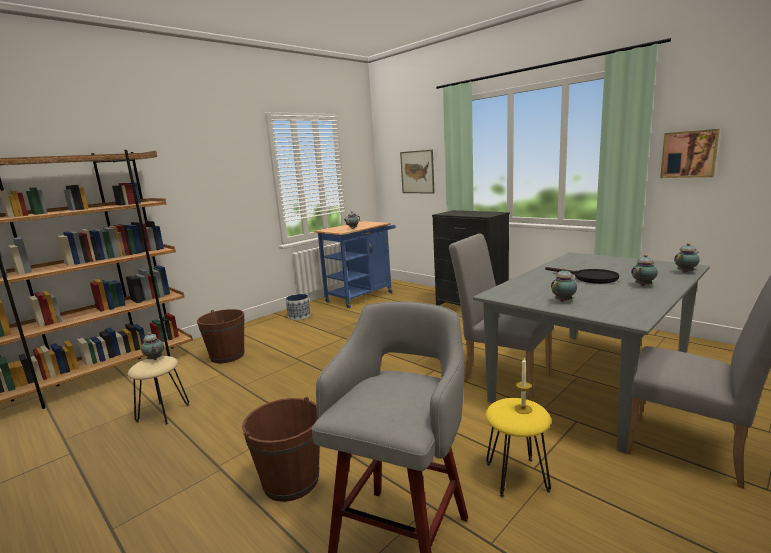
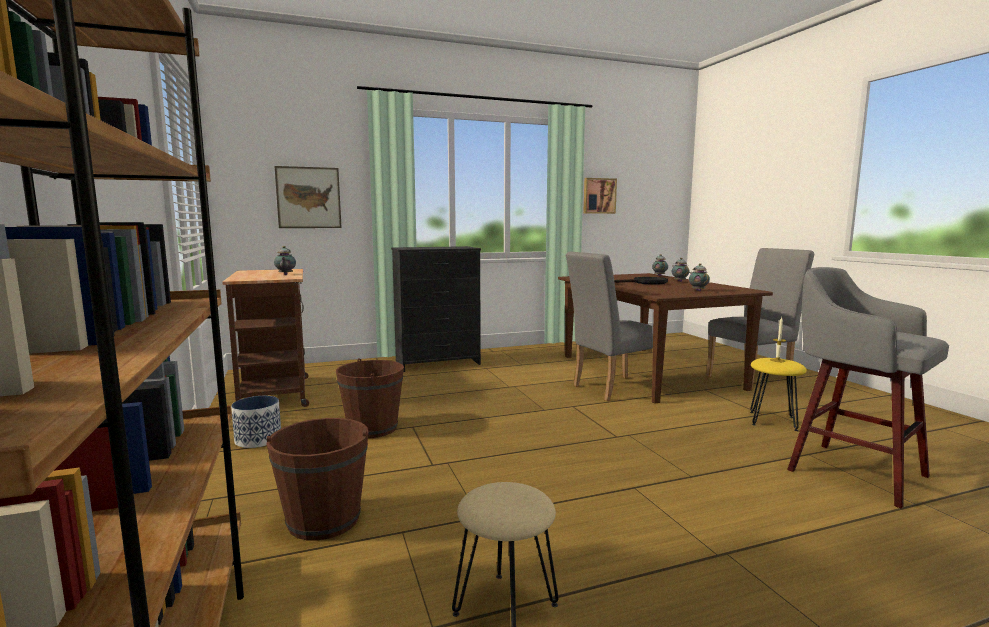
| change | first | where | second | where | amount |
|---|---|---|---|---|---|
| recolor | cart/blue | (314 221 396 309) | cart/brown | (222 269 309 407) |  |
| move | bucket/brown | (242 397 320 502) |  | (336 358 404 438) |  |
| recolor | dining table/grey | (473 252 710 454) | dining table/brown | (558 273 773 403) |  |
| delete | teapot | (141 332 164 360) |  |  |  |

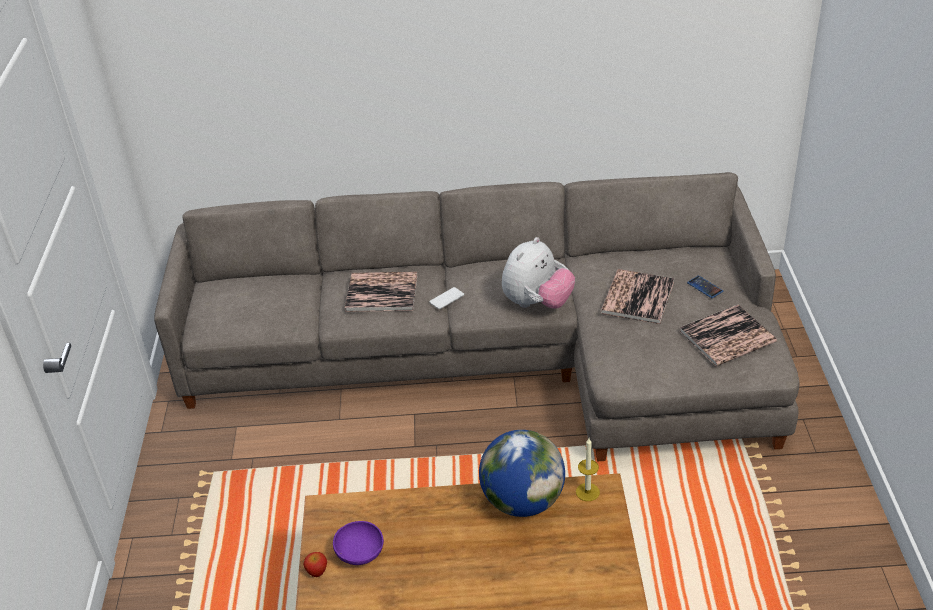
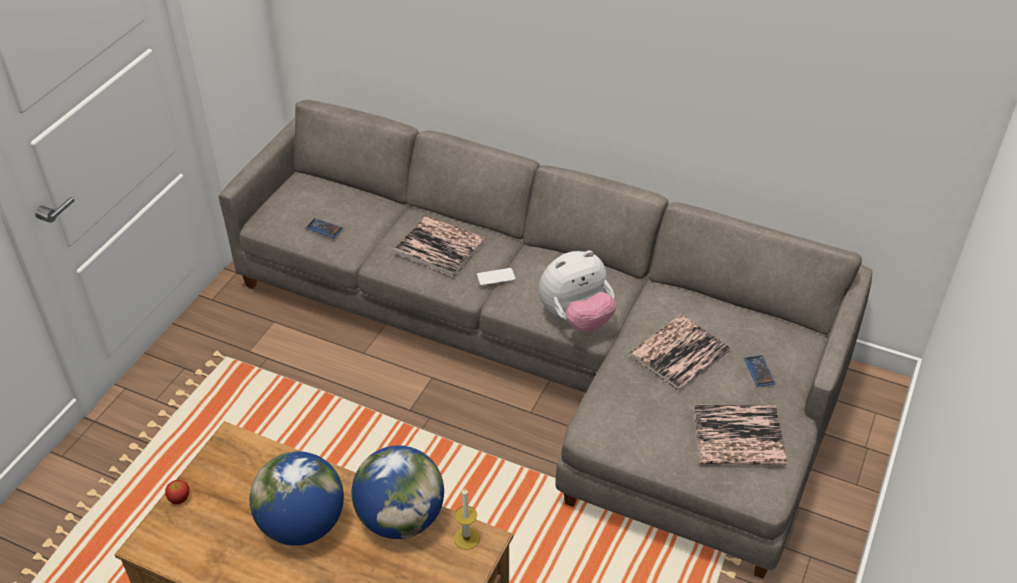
| change | first | where | second | where | amount |
|---|---|---|---|---|---|
| insert |  |  | globe | (250 451 344 546) |  |
| insert |  |  | phone | (305 218 343 238) |  |
| delete | bowl/purple | (333 521 384 565) |  |  |  |

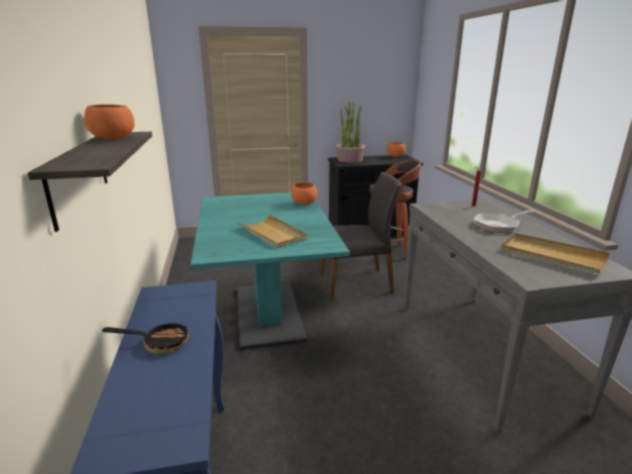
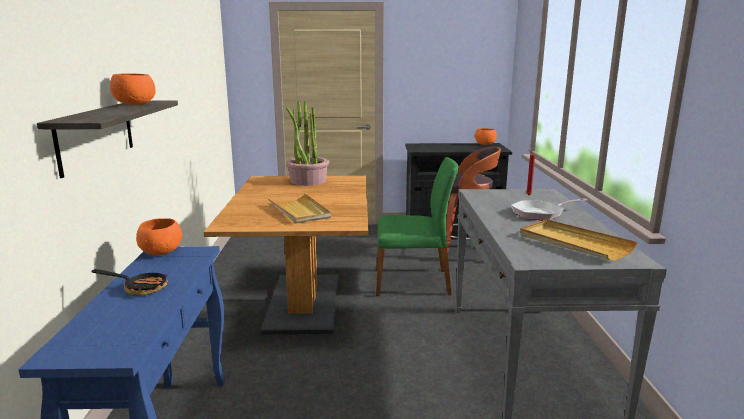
| change | first | where | second | where | amount |
|---|---|---|---|---|---|
| move | bowl/orange | (291 182 317 205) |  | (136 218 182 255) |  |
| recolor | dining table/turquoise | (191 192 350 350) | dining table/brown | (204 176 368 335) |  |
| move | potted plant | (335 102 366 163) |  | (286 101 329 186) |  |
| recolor | chair/grey | (320 172 402 300) | chair/green | (376 157 459 296) |  |

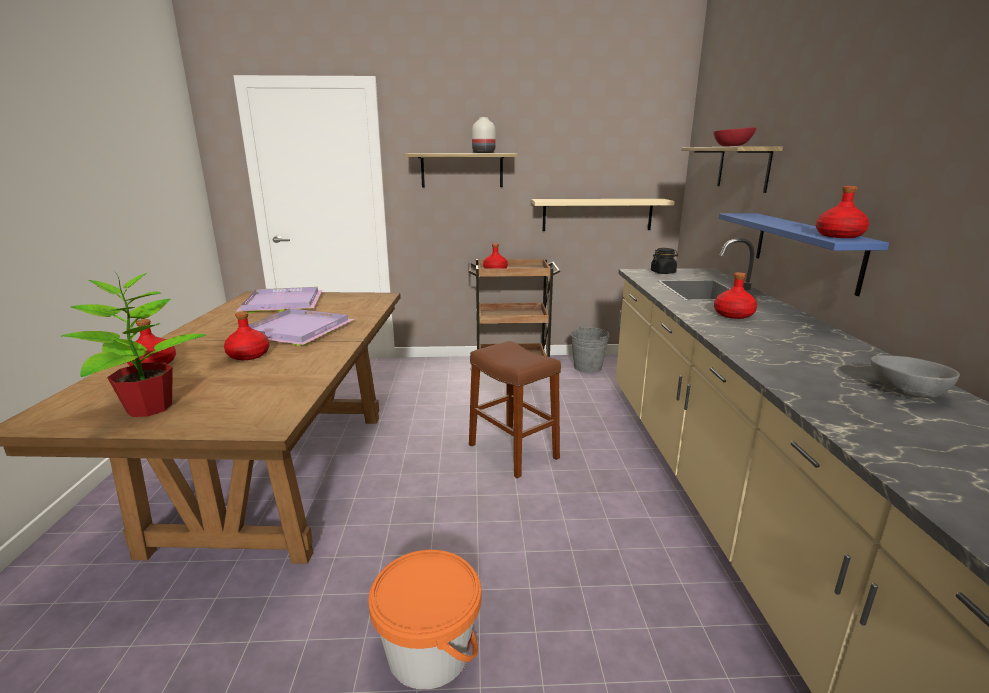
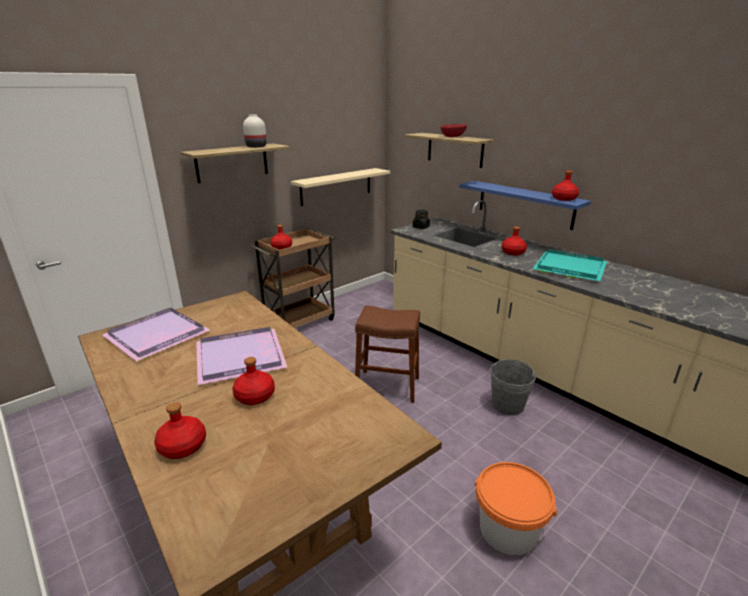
| change | first | where | second | where | amount |
|---|---|---|---|---|---|
| move | bucket/grey | (571 327 610 373) |  | (490 359 537 415) |  |
| insert |  |  | tray/turquoise | (533 249 607 281) |  |
| delete | potted plant | (62 271 207 417) |  |  |  |
| delete | bowl/grey | (871 355 960 398) |  |  |  |

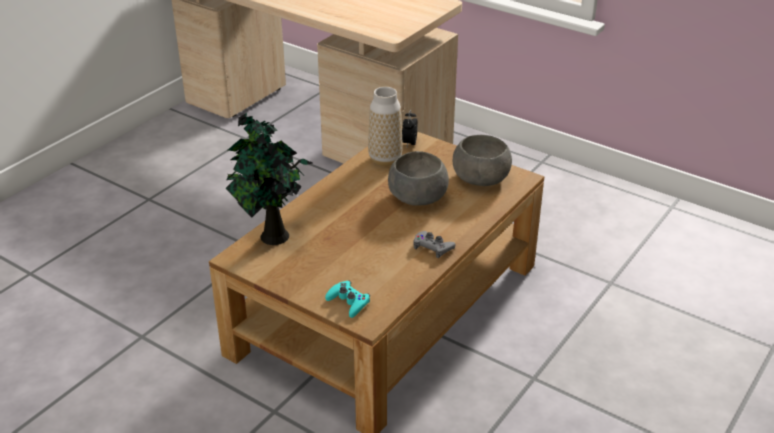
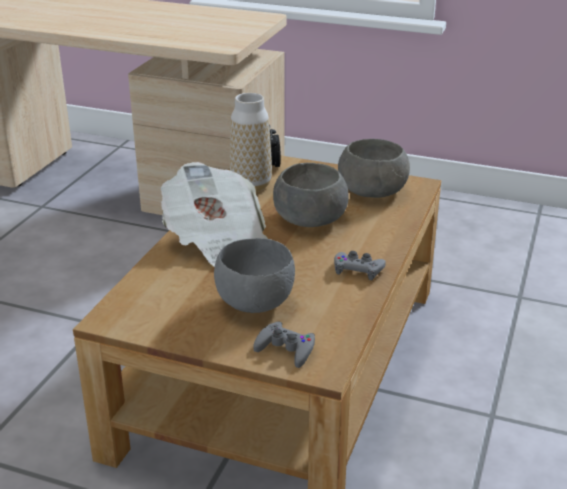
| change | first | where | second | where | amount |
|---|---|---|---|---|---|
| insert |  |  | newspaper | (161 162 268 267) |  |
| insert |  |  | bowl/grey | (214 238 295 313) |  |
| recolor | game controller/turquoise | (325 281 370 318) | game controller/grey | (254 321 315 368) |  |
| delete | potted plant | (226 113 312 245) |  |  |  |

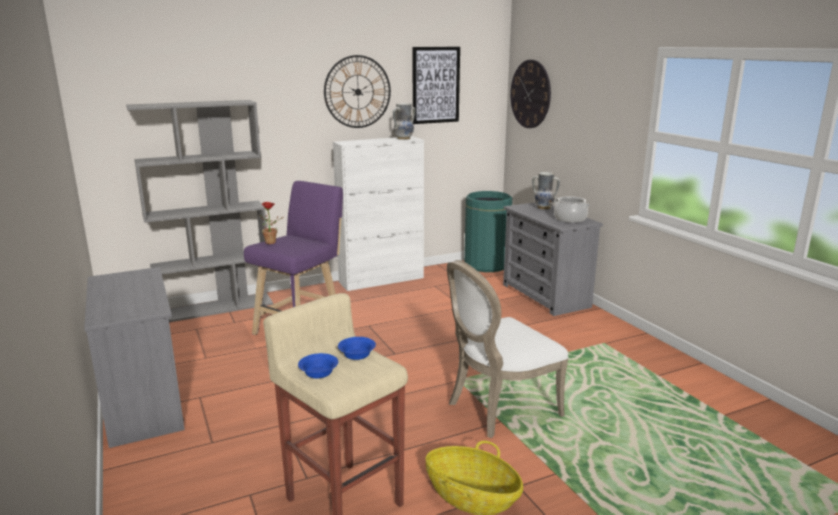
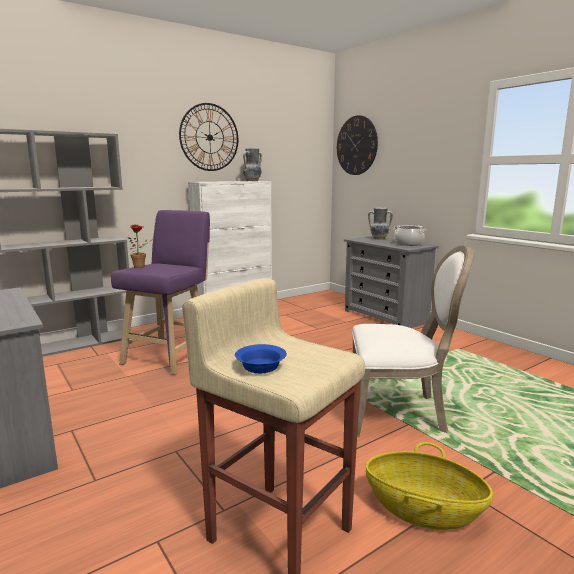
| change | first | where | second | where | amount |
|---|---|---|---|---|---|
| rotate | chair/white | (447 260 569 438) |  | (352 245 475 437) | 135 degrees counterclockwise |
| delete | bowl/blue | (338 337 376 360) |  |  |  |
| delete | picture | (413 47 460 124) |  |  |  |
| delete | trash can/green | (464 191 512 272) |  |  |  |

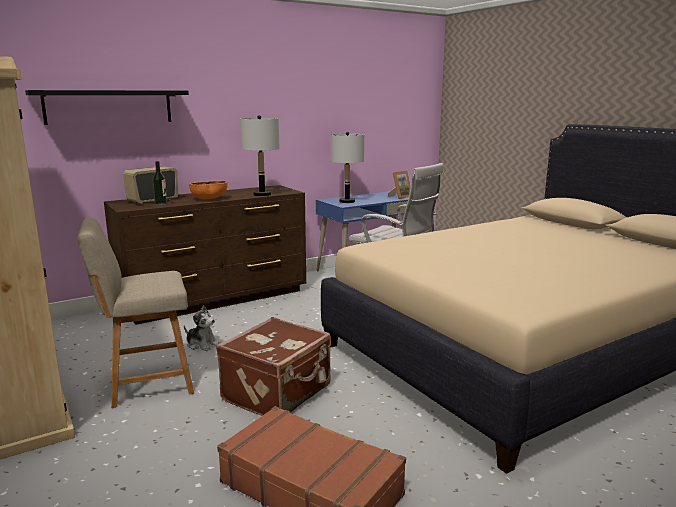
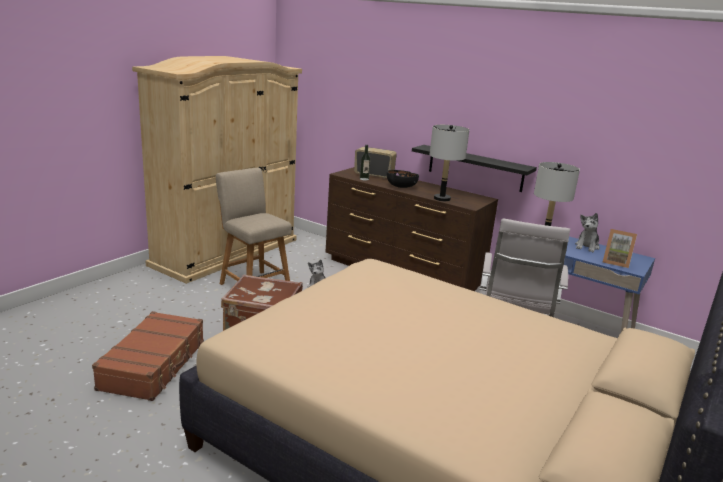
| change | first | where | second | where | amount |
|---|---|---|---|---|---|
| recolor | bowl/orange | (189 181 227 199) | bowl/black | (387 170 419 188) |  |
| move | shelf/black | (25 90 189 125) |  | (412 145 537 192) |  |
| insert |  |  | plush toy | (575 213 600 252) |  |

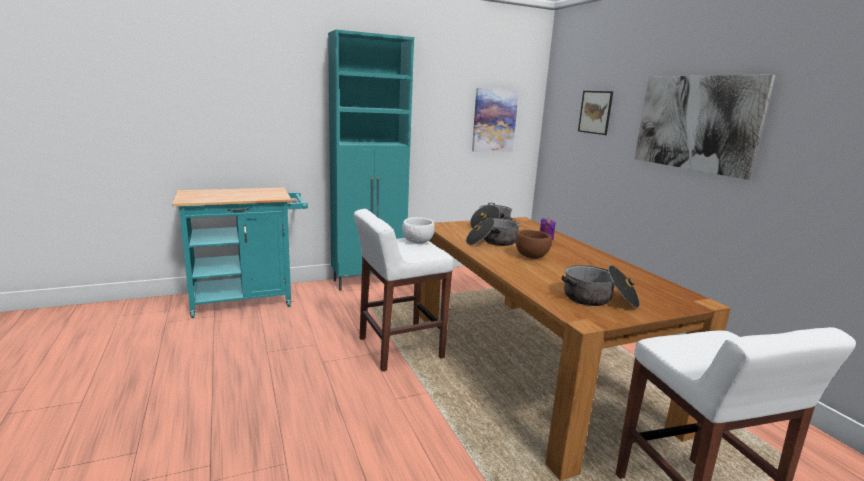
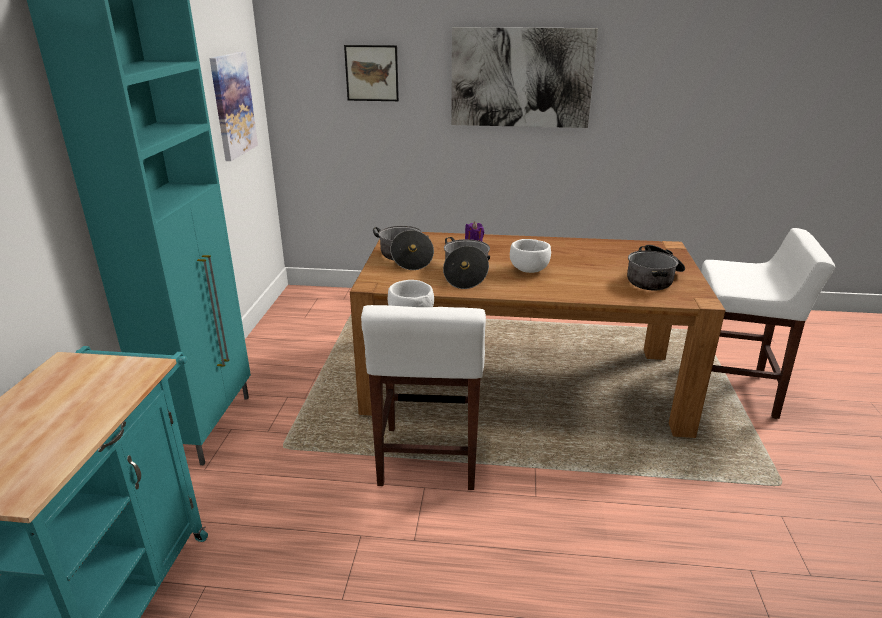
| change | first | where | second | where | amount |
|---|---|---|---|---|---|
| recolor | bowl/brown | (516 230 552 259) | bowl/white | (510 239 551 273) |  |

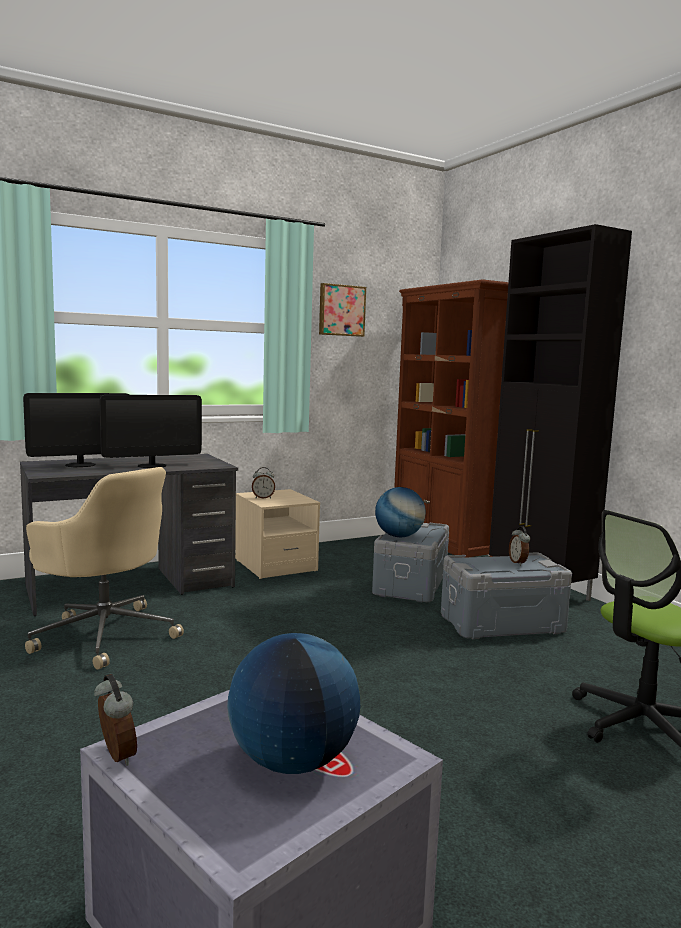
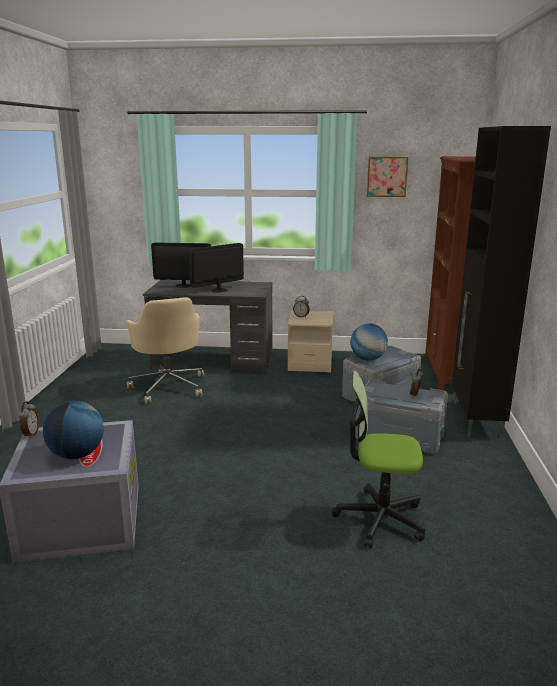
| change | first | where | second | where | amount |
|---|---|---|---|---|---|
| rotate | monitor | (99 395 202 468) |  | (189 243 244 293) | 135 degrees clockwise |

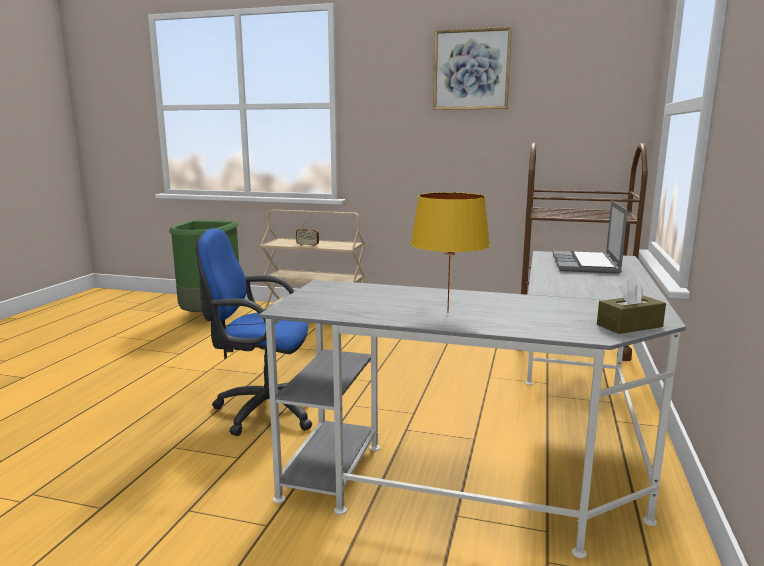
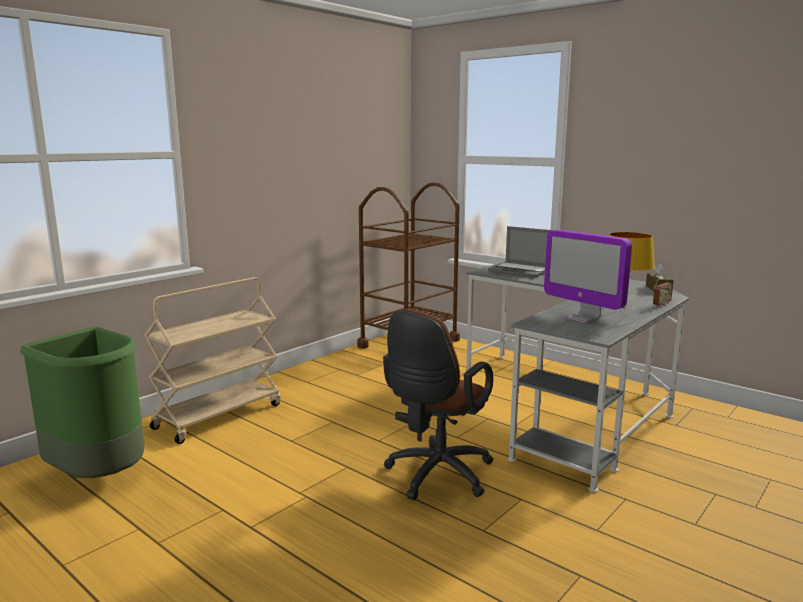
| change | first | where | second | where | amount |
|---|---|---|---|---|---|
| recolor | office chair/blue | (196 228 312 436) | office chair/brown | (383 309 494 500) |  |
| insert |  |  | monitor | (544 230 632 323) |  |
| move | radio | (296 217 319 247) |  | (653 269 673 307) |  |
| delete | picture | (433 27 512 110) |  |  |  |

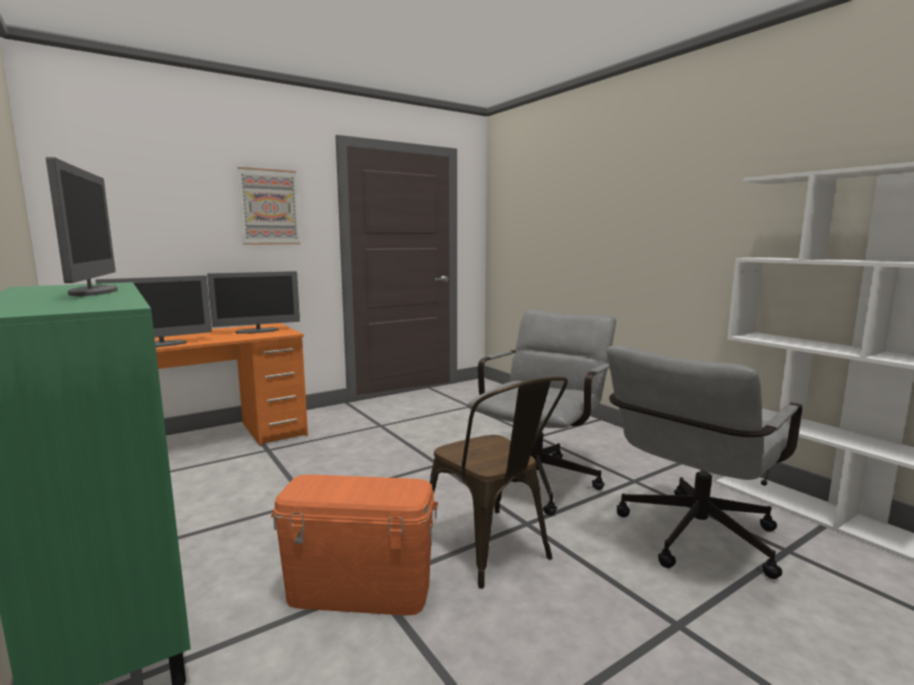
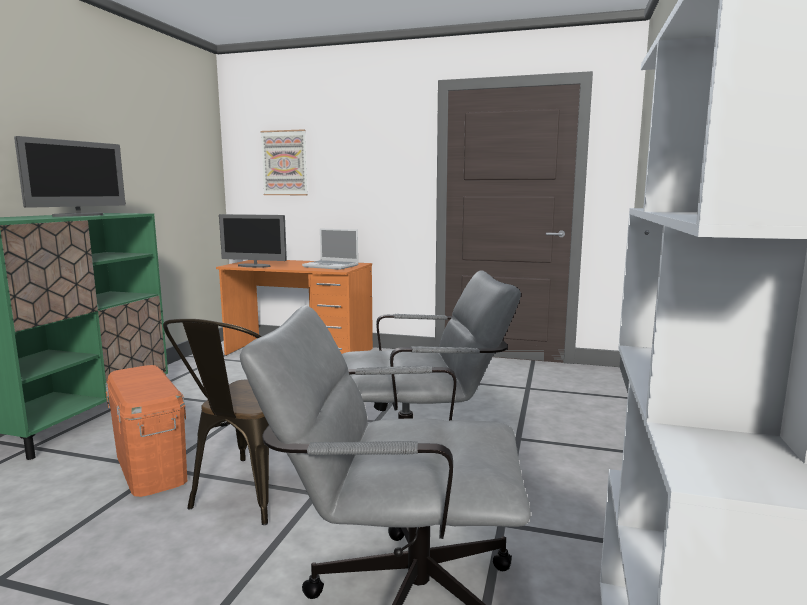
| change | first | where | second | where | amount |
|---|---|---|---|---|---|
| move | picture | (237 167 300 245) |  | (260 129 308 195) |  |
| replace | monitor | (207 271 300 334) | laptop | (302 228 359 270) |  |

